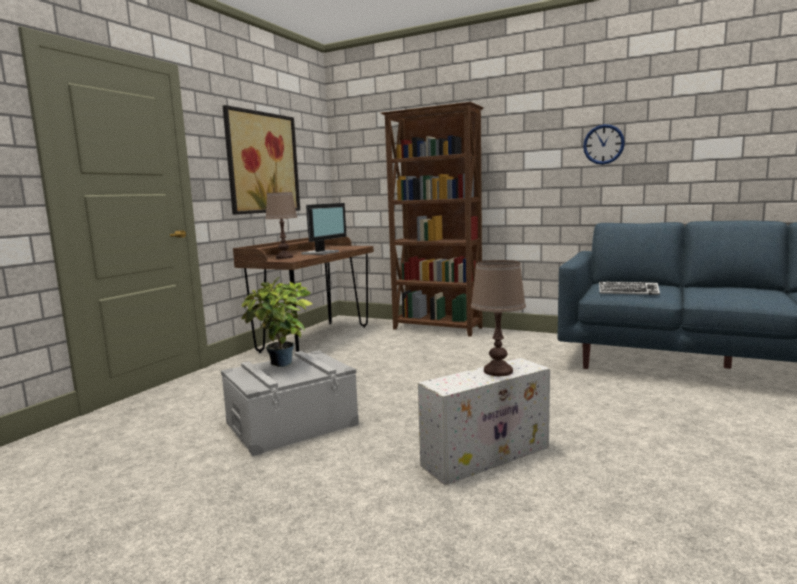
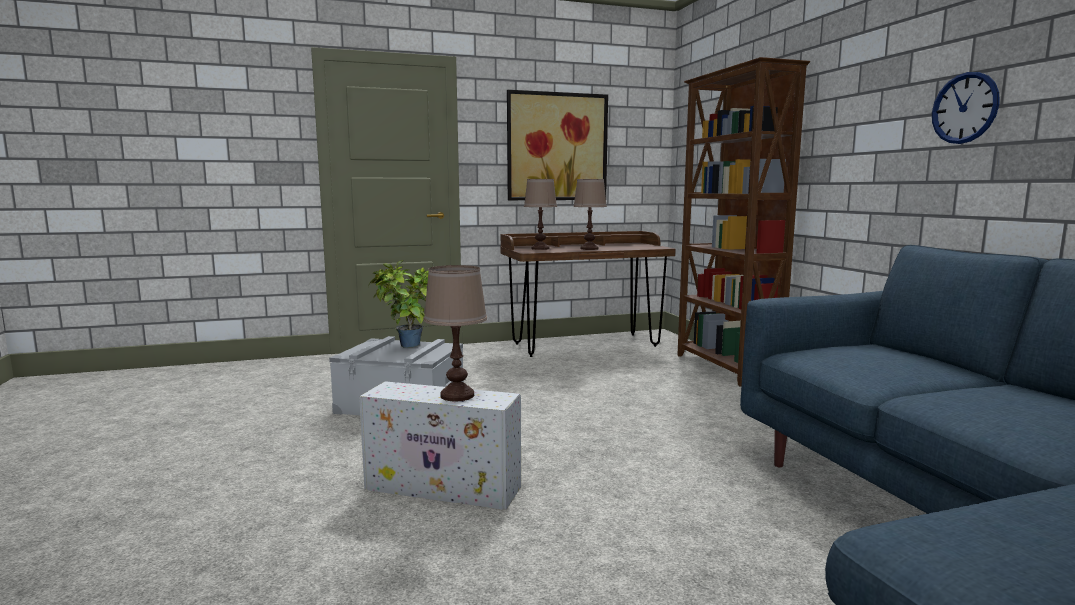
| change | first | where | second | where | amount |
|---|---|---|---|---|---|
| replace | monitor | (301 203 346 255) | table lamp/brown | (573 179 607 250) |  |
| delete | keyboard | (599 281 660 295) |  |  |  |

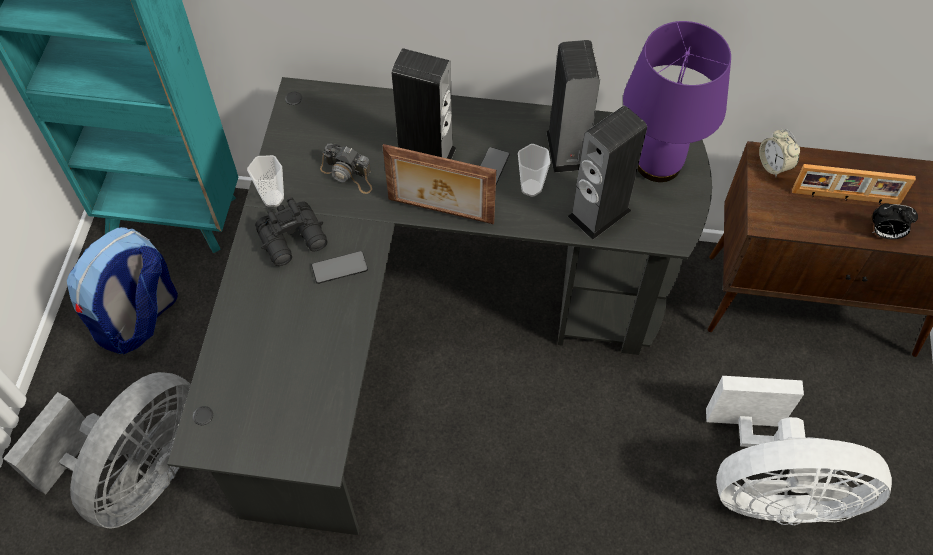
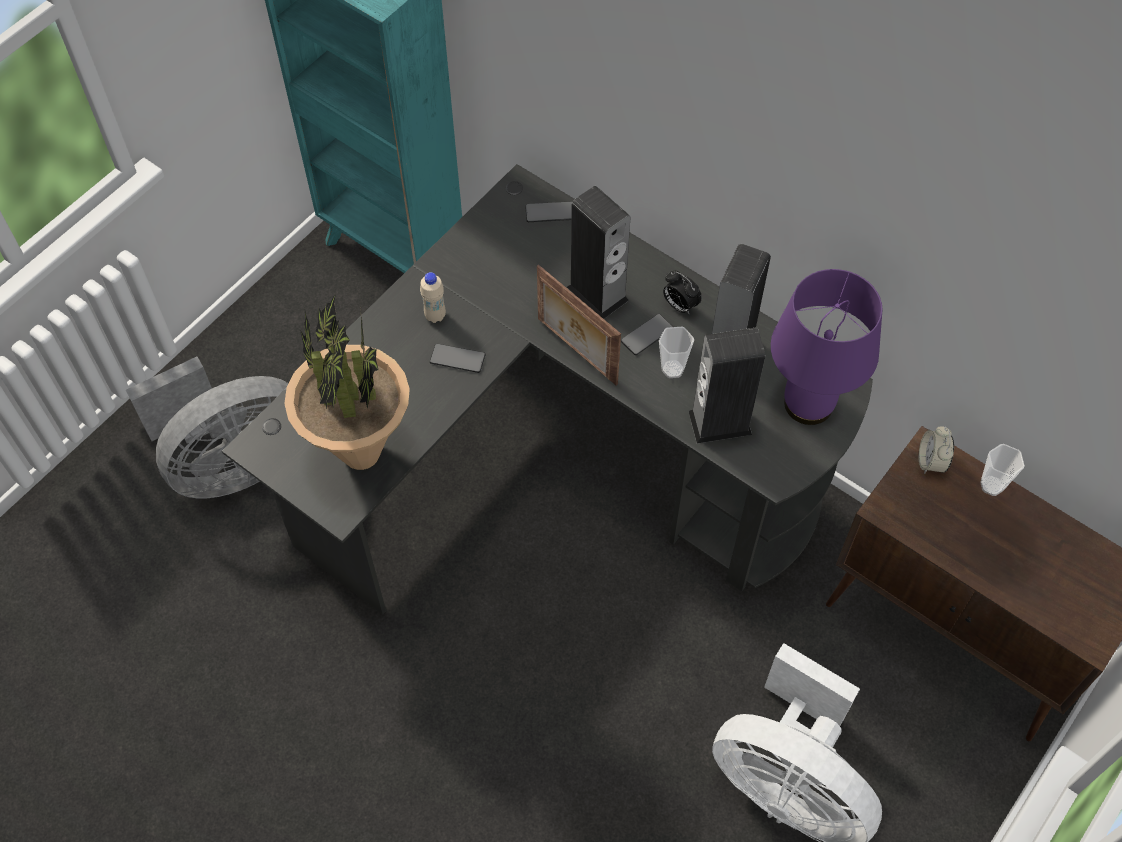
| change | first | where | second | where | amount |
|---|---|---|---|---|---|
| insert |  |  | potted plant | (284 293 410 470) |  |
| replace | binoculars/black | (255 197 328 266) | bottle/beige | (420 272 446 323) |  |
| insert |  |  | phone | (525 201 573 222) |  |
| move | alarm clock | (872 203 918 239) |  | (663 271 702 314) |  |
| move | cup | (247 155 284 207) |  | (980 444 1025 496) |  |
| delete | backpack | (67 227 178 354) |  |  |  |
| delete | photo camera | (320 143 372 194) |  |  |  |
| delete | picture frame | (792 164 916 205) |  |  |  |

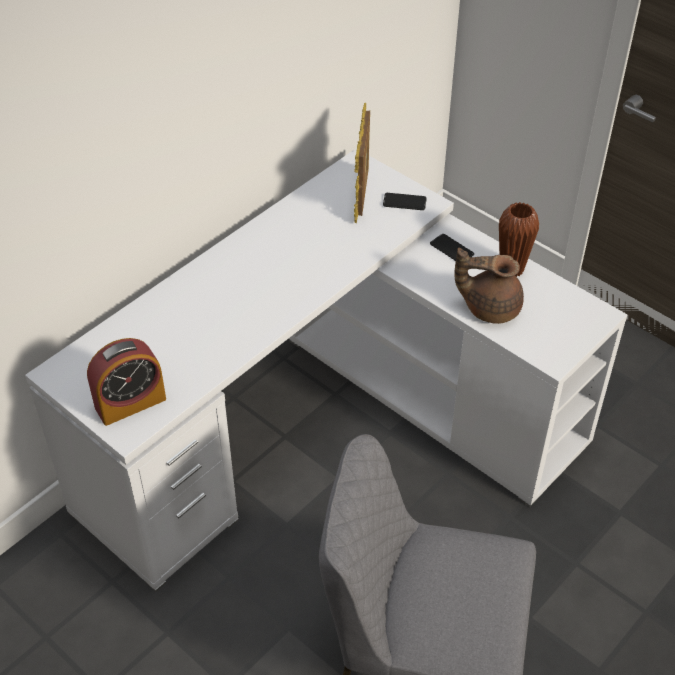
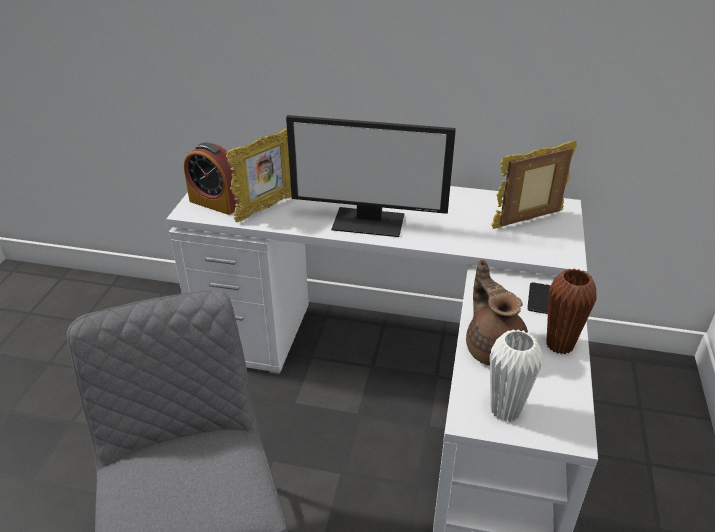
| change | first | where | second | where | amount |
|---|---|---|---|---|---|
| insert |  |  | picture frame | (226 128 292 222) |  |
| insert |  |  | monitor | (286 115 456 237) |  |
| insert |  |  | vase/white | (490 329 542 422) |  |
| delete | phone | (383 193 427 210) |  |  |  |

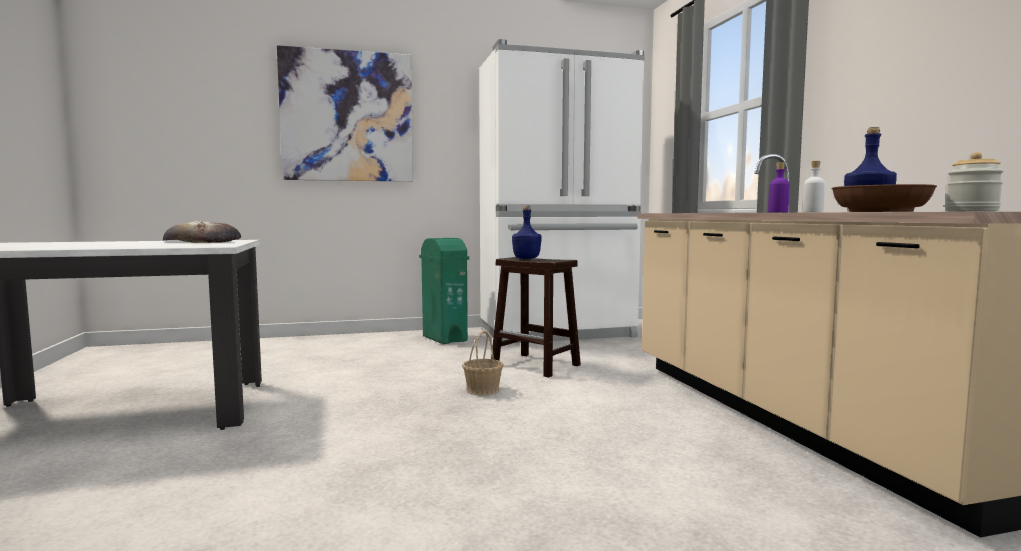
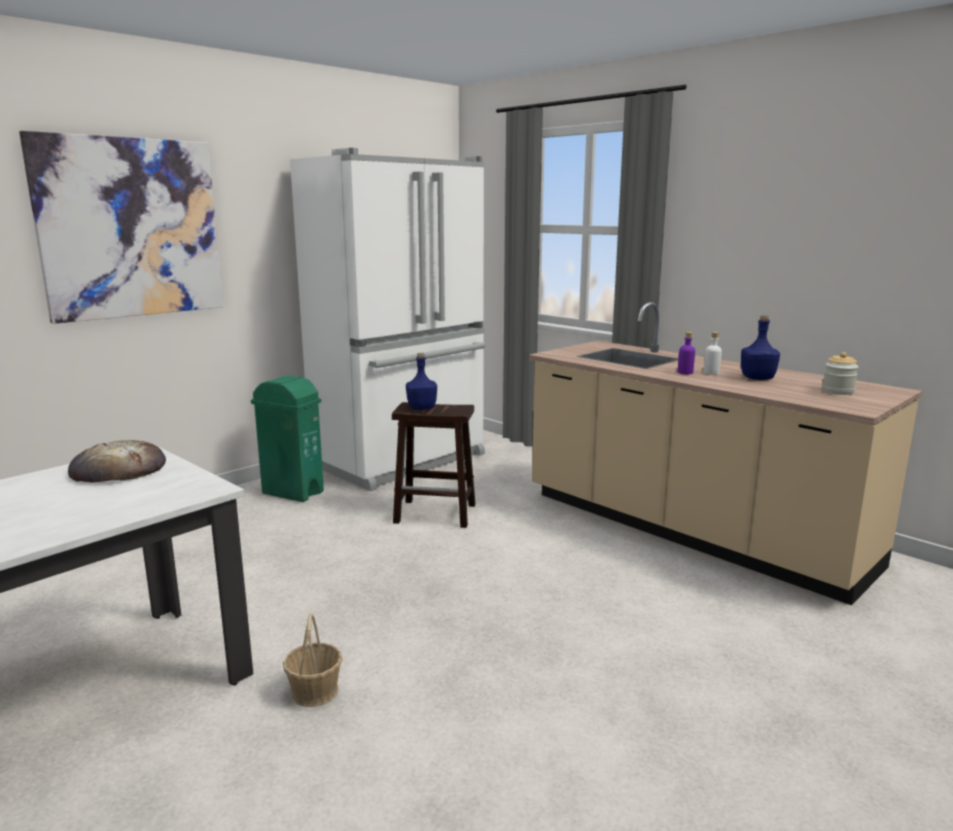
| change | first | where | second | where | amount |
|---|---|---|---|---|---|
| move | basket | (462 330 504 396) |  | (283 613 342 707) |  |
| delete | bowl/brown | (832 184 937 212) |  |  |  |

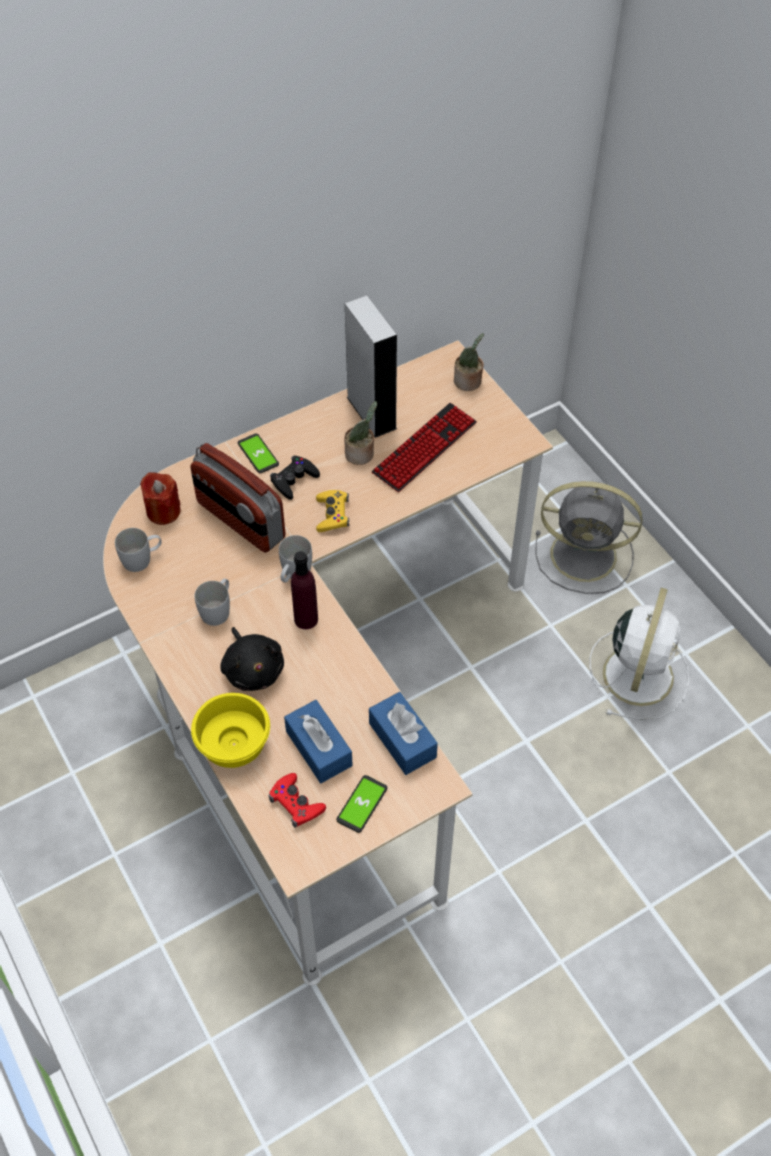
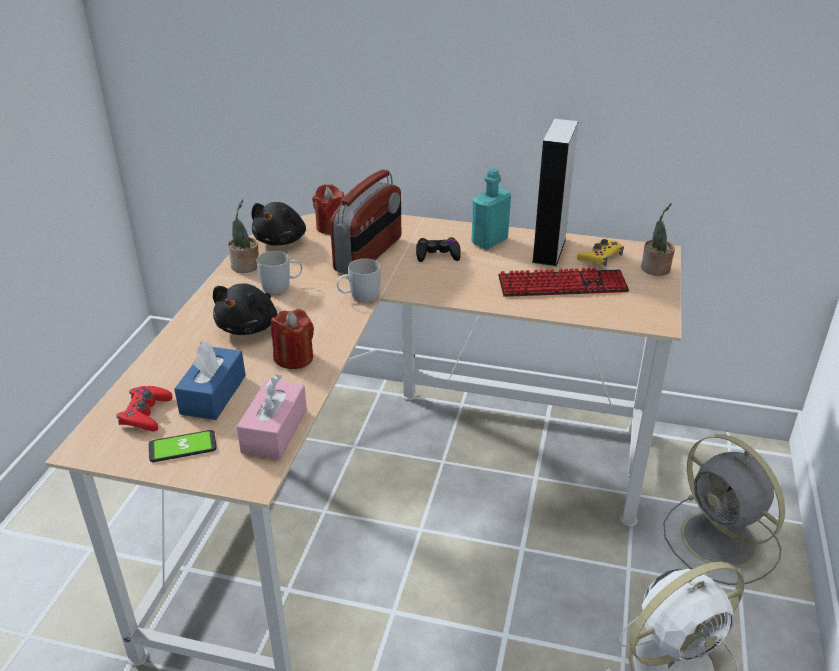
| change | first | where | second | where | amount |
|---|---|---|---|---|---|
| move | potted plant | (344 401 377 465) |  | (228 199 259 273) |  |
| recolor | tissue box/blue | (369 692 438 775) | tissue box/pink | (237 374 307 460) |  |
| replace | mug/white | (115 528 162 572) | plush toy/black | (251 202 306 246) |  |
| insert |  |  | candle/red | (271 309 314 369) |  |
| rotate | radio | (190 443 286 553) |  | (330 169 402 274) | 150 degrees counterclockwise |
| insert |  |  | bottle/turquoise | (471 168 511 249) |  |
| move | game controller/yellow | (316 490 349 532) |  | (577 239 624 266) |  |
| delete | bowl/yellow | (191 693 270 768) |  |  |  |
| delete | phone | (238 433 279 473) |  |  |  |
| delete | bottle/purple | (291 551 318 629) |  |  |  |

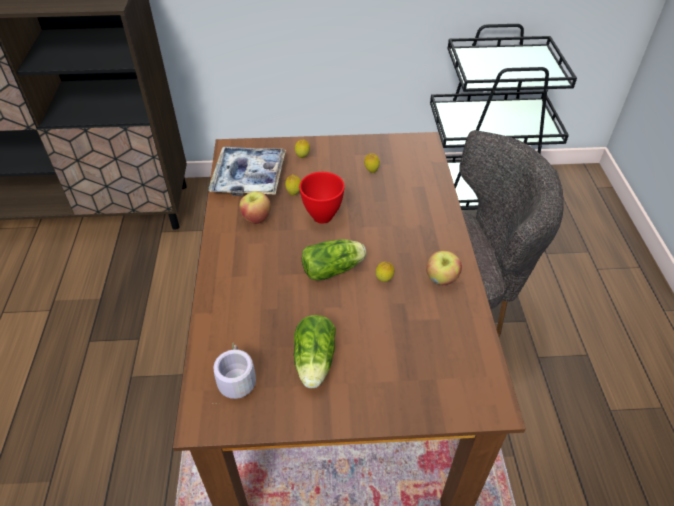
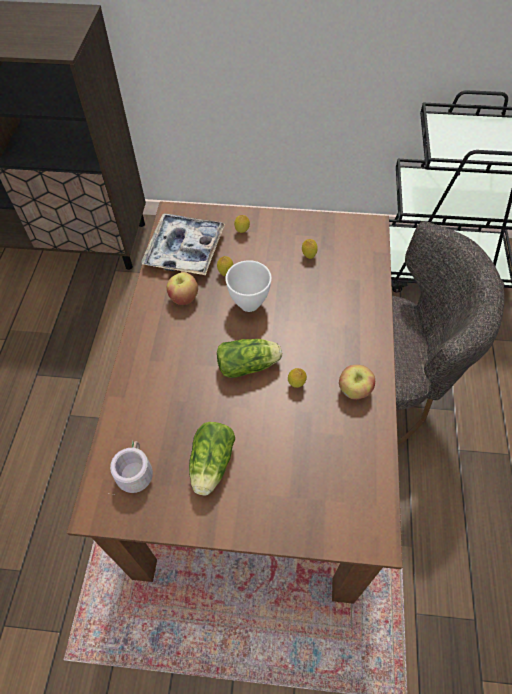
| change | first | where | second | where | amount |
|---|---|---|---|---|---|
| recolor | bowl/red | (299 172 345 224) | bowl/white | (225 260 272 312) |  |

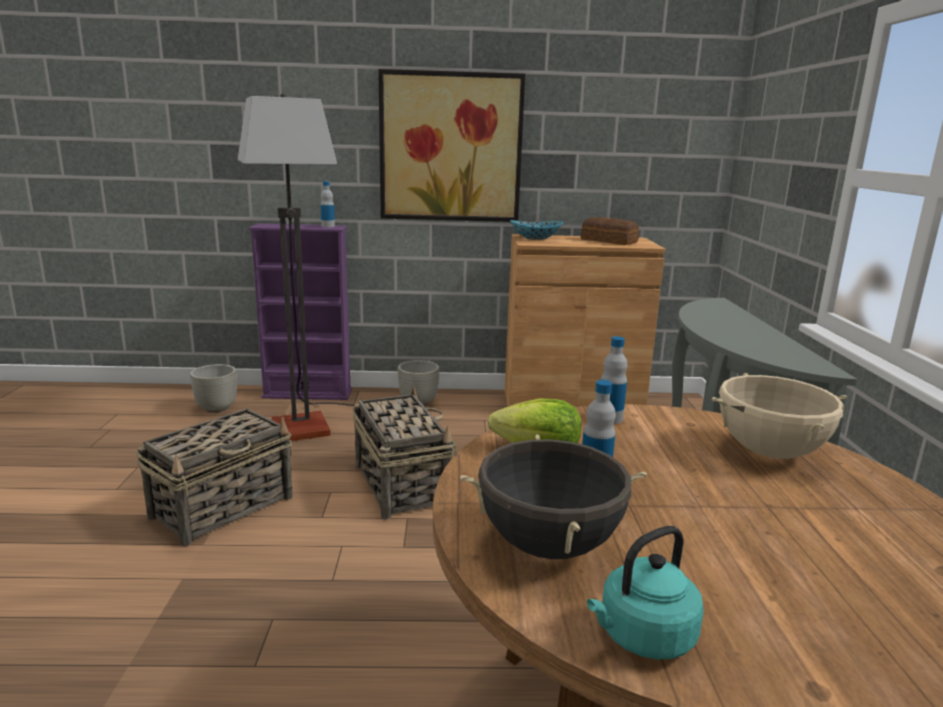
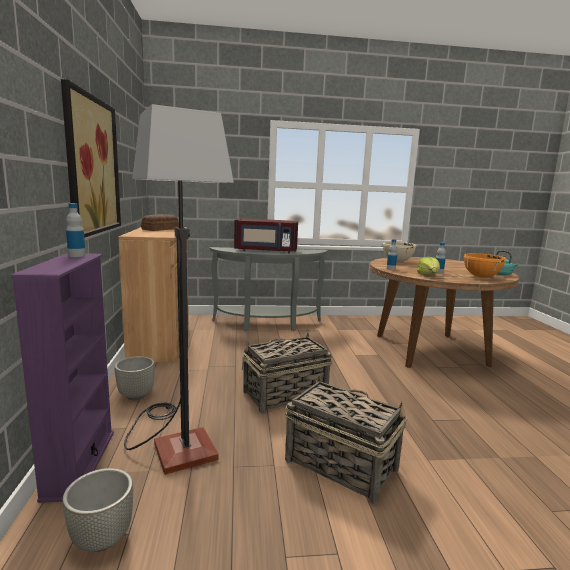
| change | first | where | second | where | amount |
|---|---|---|---|---|---|
| insert |  |  | microwave/red | (234 218 298 253) |  |
| recolor | cooking pot/black | (460 434 647 559) | cooking pot/orange | (463 253 506 278) |  |
| delete | bowl | (510 220 563 240) |  |  |  |

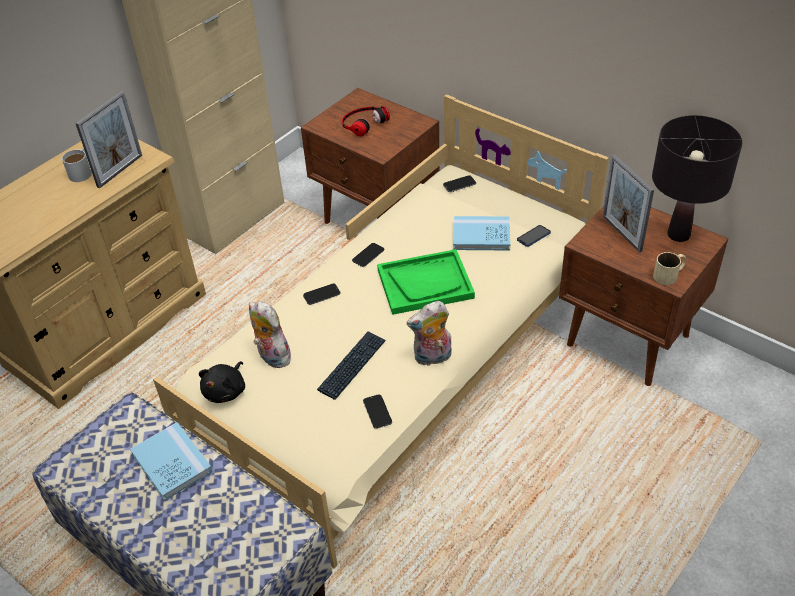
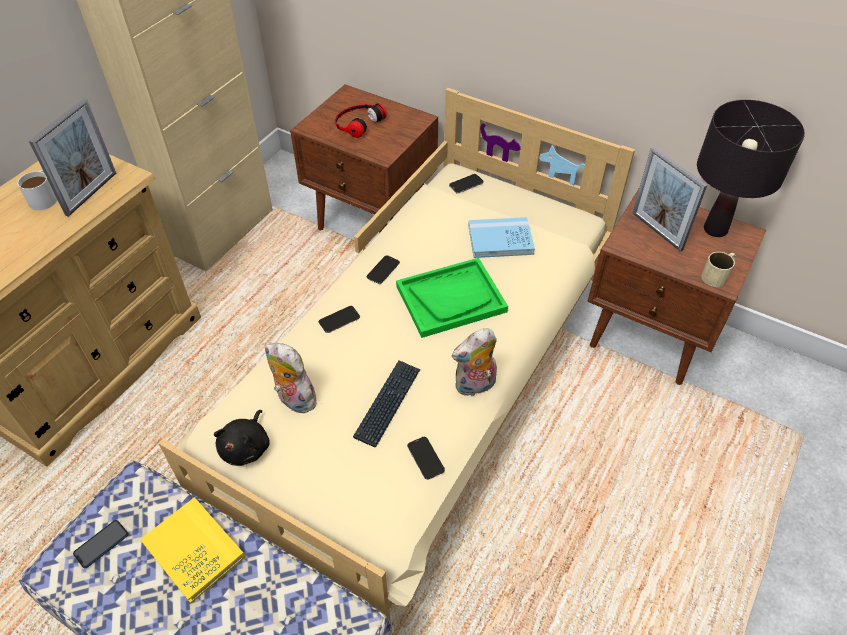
| change | first | where | second | where | amount |
|---|---|---|---|---|---|
| move | phone | (517 225 551 247) |  | (73 520 128 568) |  |
| recolor | book/blue | (130 422 213 501) | book/yellow | (140 497 245 603) |  |

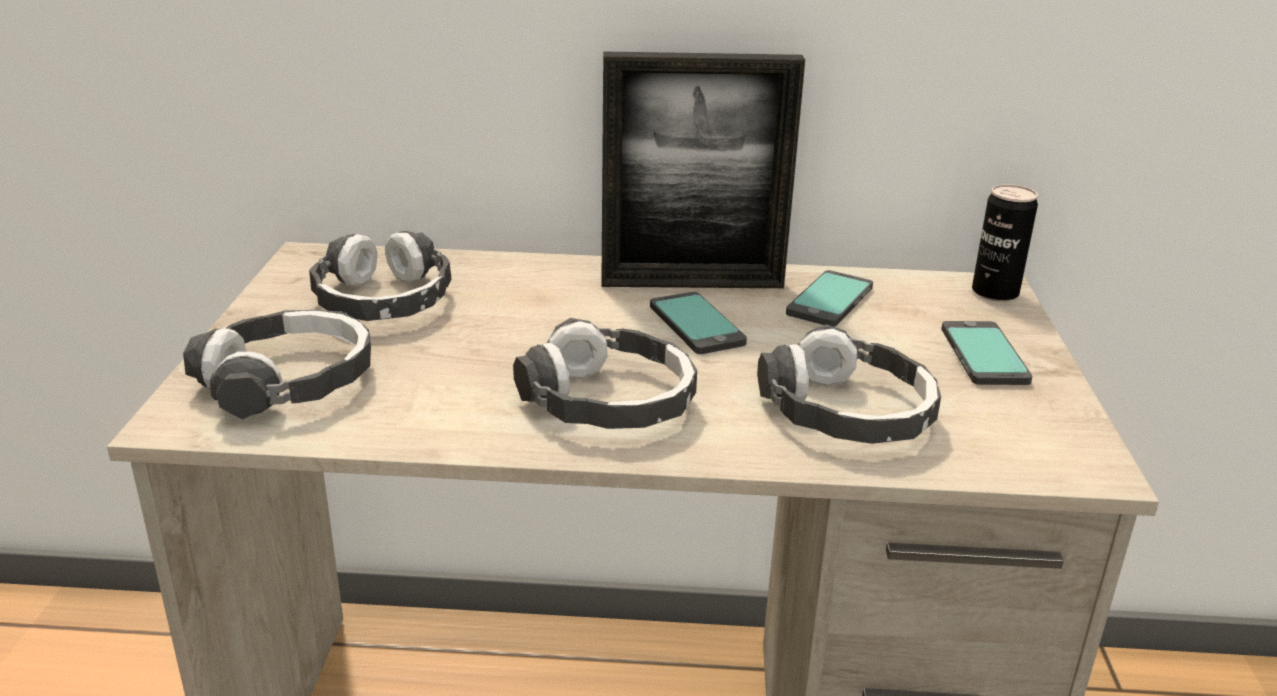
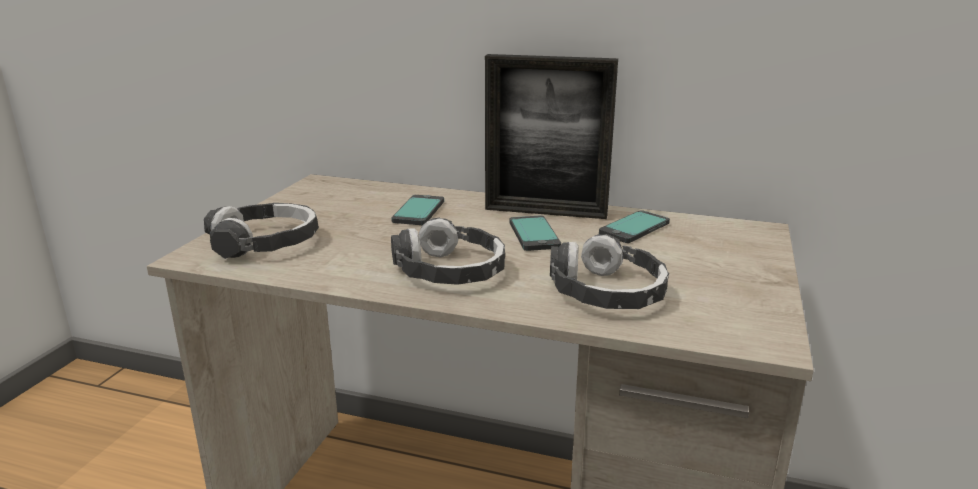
| change | first | where | second | where | amount |
|---|---|---|---|---|---|
| move | phone | (941 321 1033 385) |  | (391 195 444 225) |  |
| delete | headphones | (309 231 451 321) |  |  |  |
| delete | can | (972 184 1038 302) |  |  |  |

